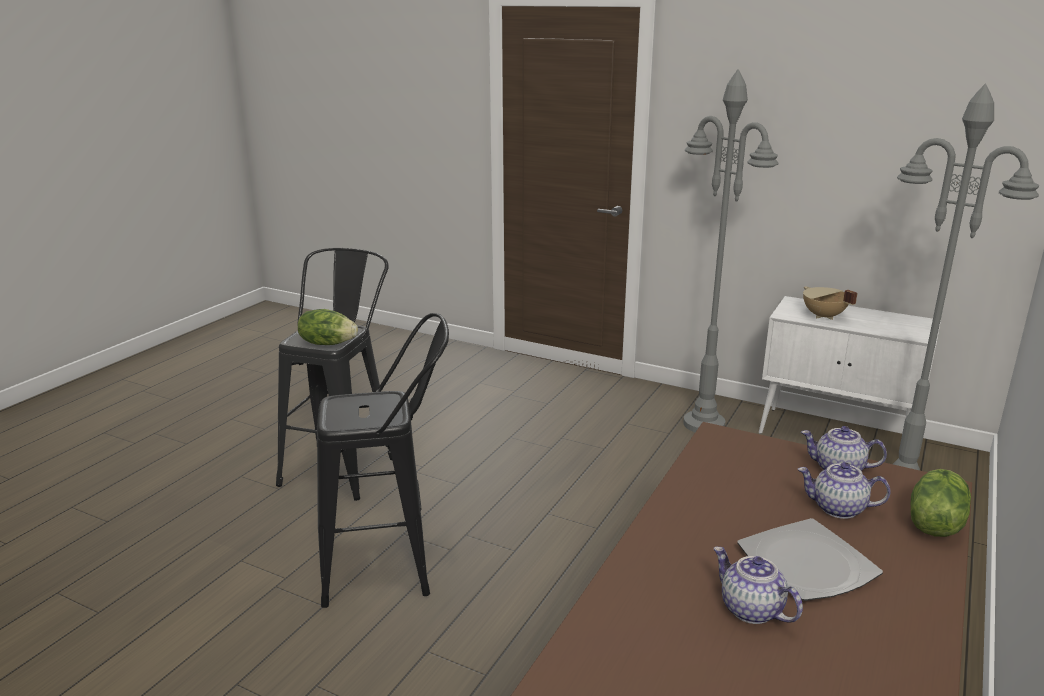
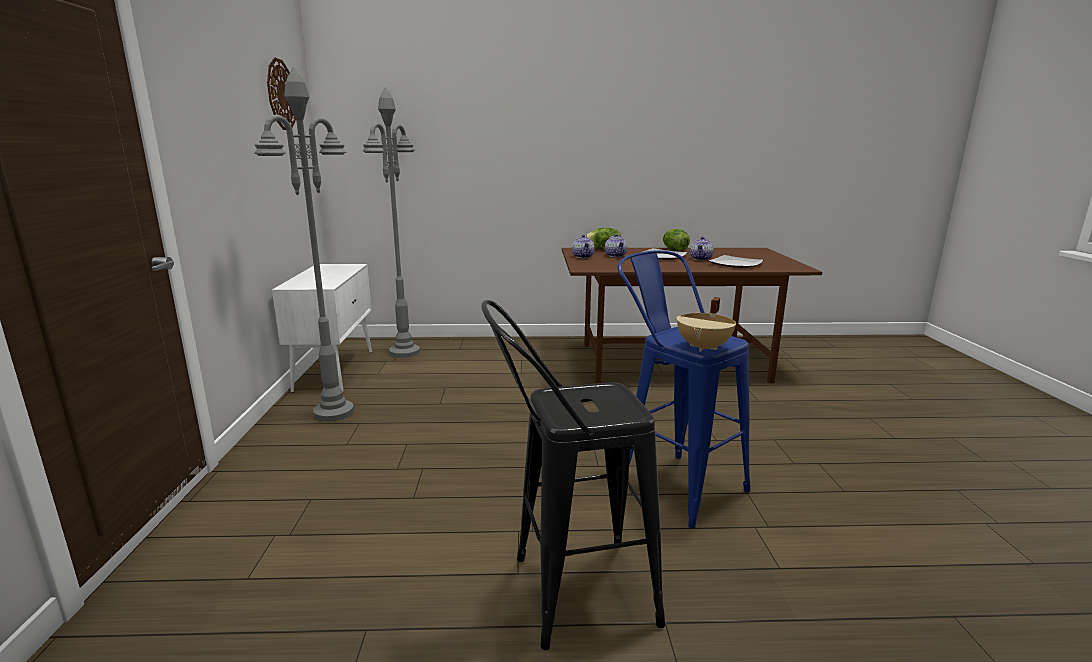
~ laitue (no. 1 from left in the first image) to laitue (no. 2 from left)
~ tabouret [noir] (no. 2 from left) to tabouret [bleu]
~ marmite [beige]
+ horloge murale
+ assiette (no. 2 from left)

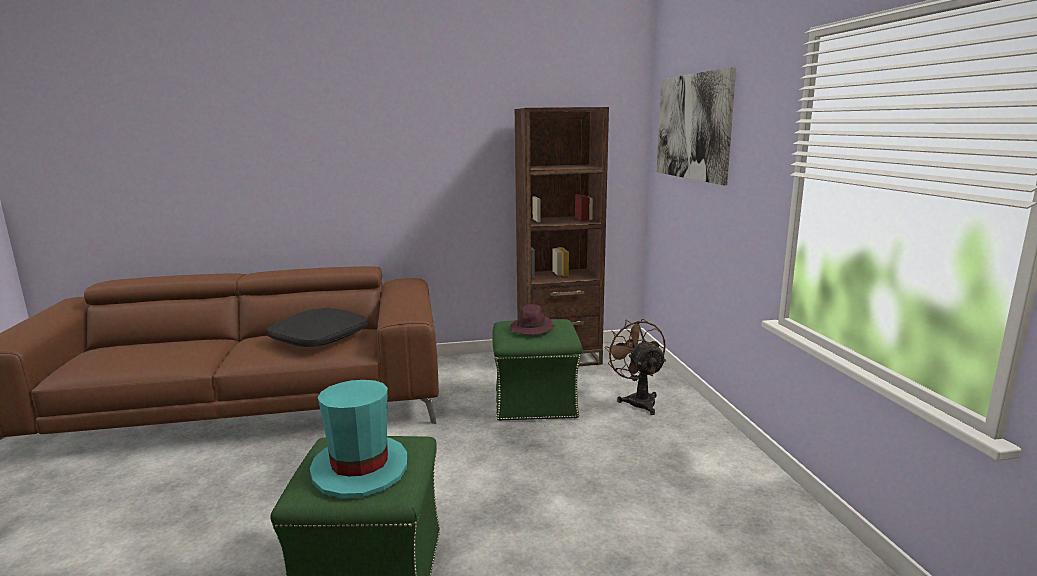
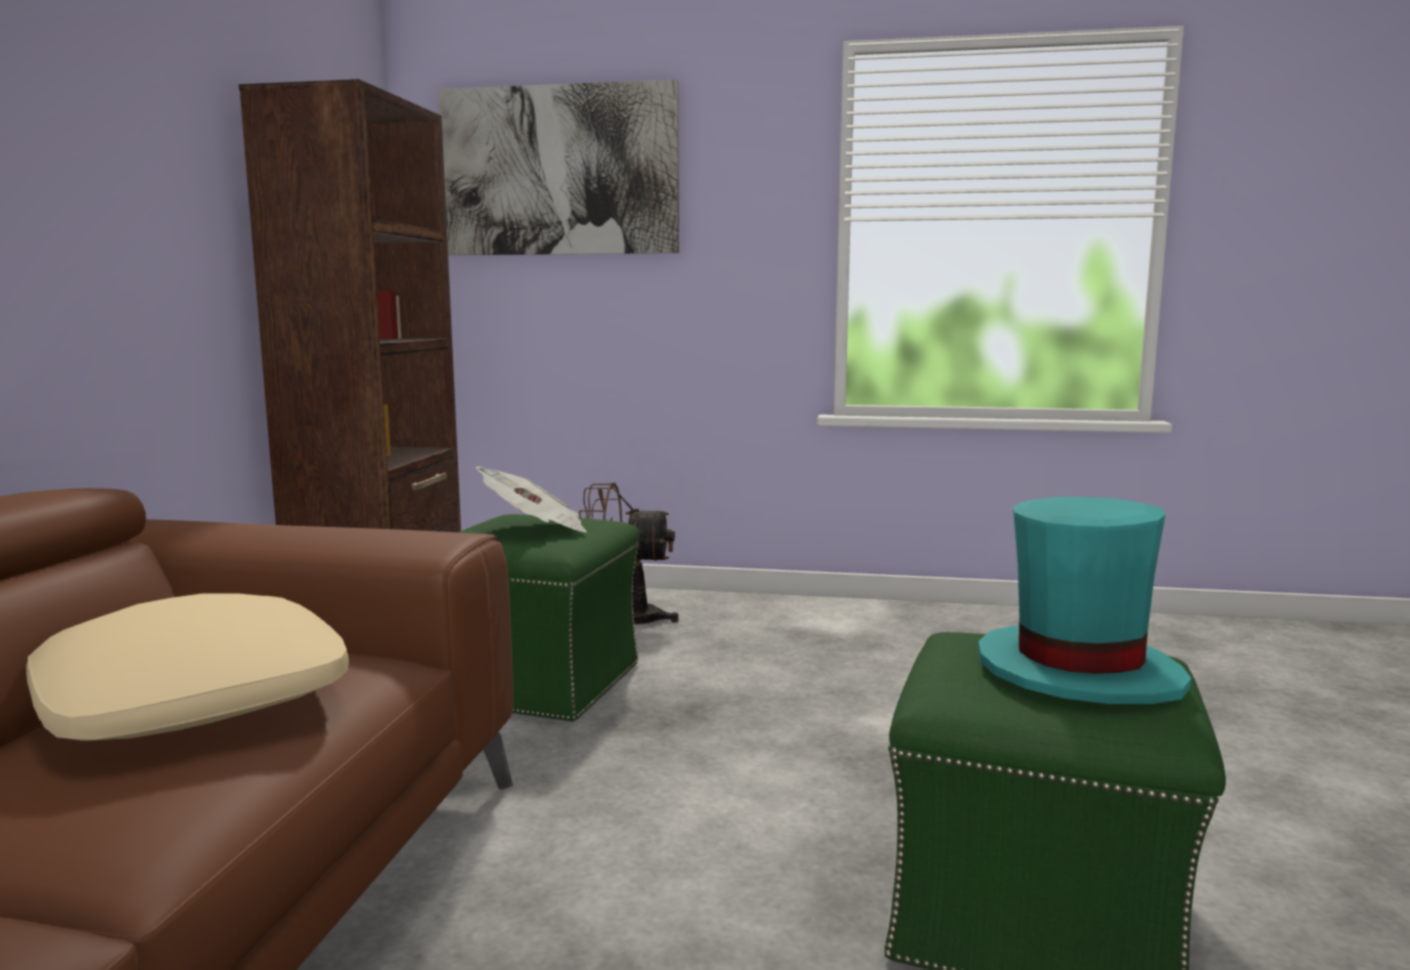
~ coussin [noir] to coussin [beige]
~ chapeau [violet] to journal

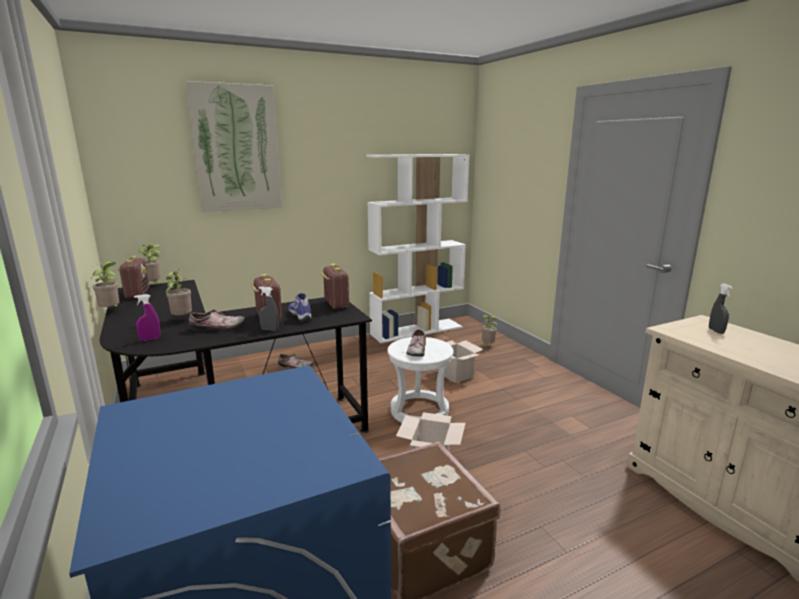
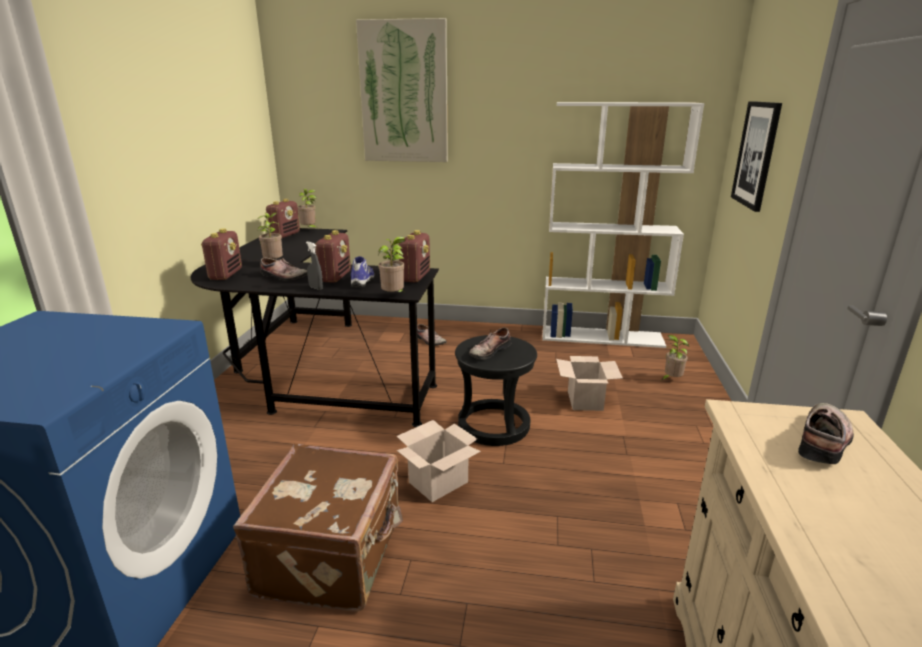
~ plante en pot (no. 1 from left in the first image) to plante en pot (no. 3 from left)
~ vaporisateur [violet] to radio (no. 1 from left)
~ tabouret [blanc] to tabouret [noir]
~ vaporisateur [gris] (no. 2 from left) to chaussure (no. 5 from left)
+ tableau (no. 2 from left)

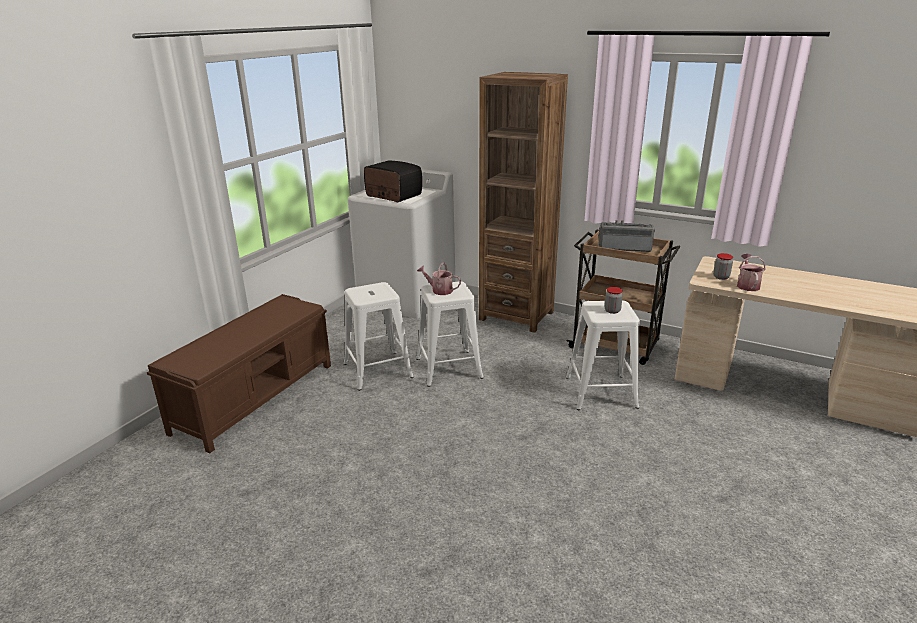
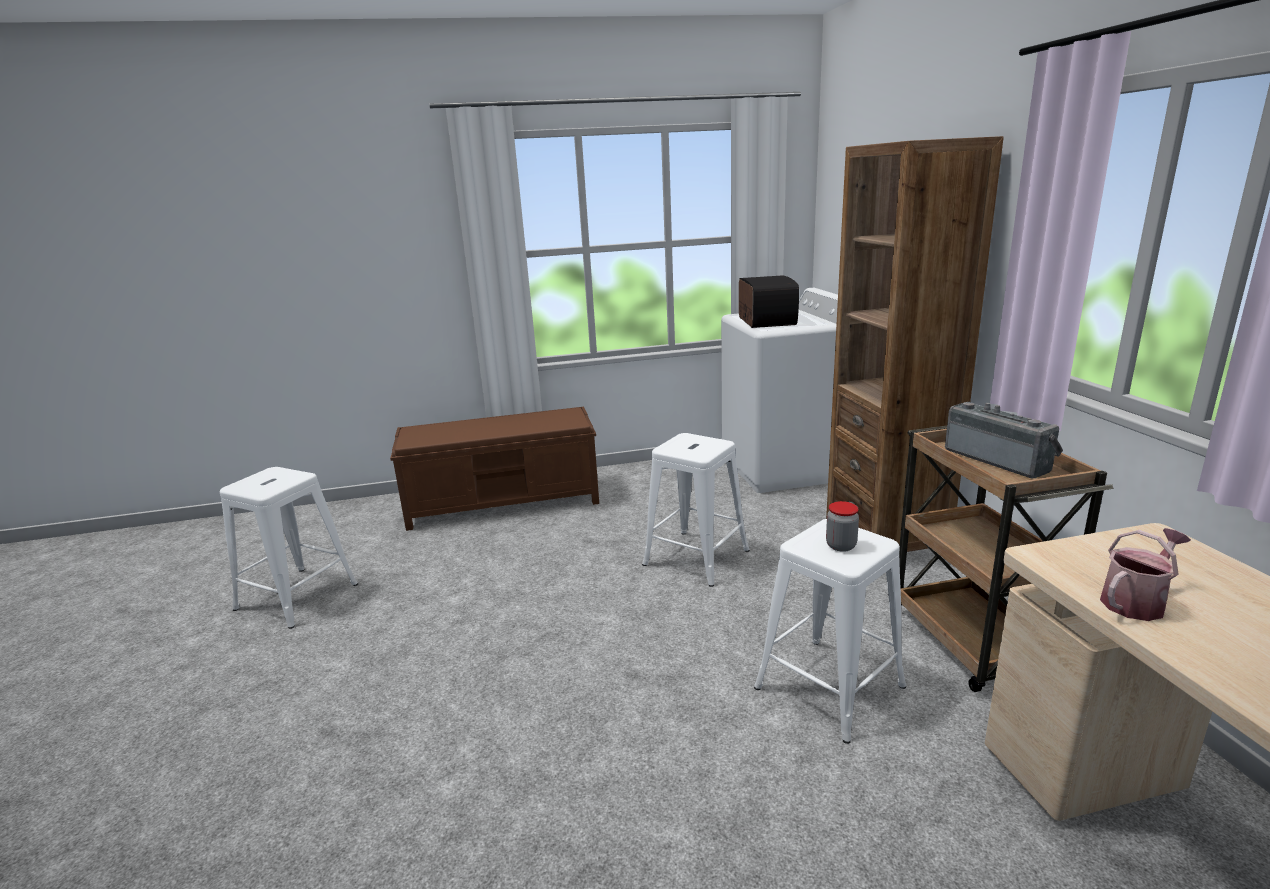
~ tabouret [blanc] (no. 1 from left)
- arrosoir (no. 1 from left)
- bocal (no. 2 from left)

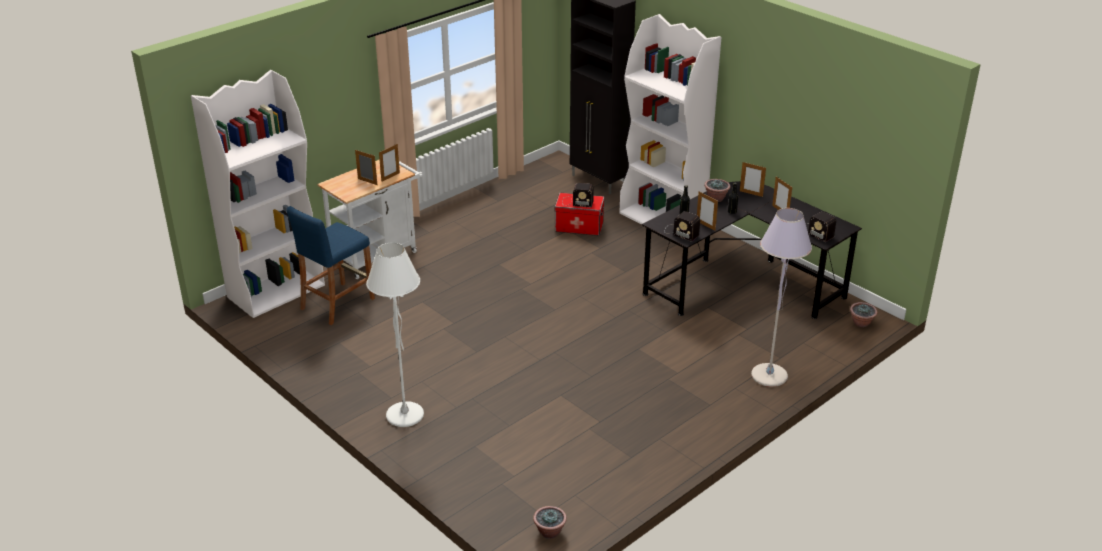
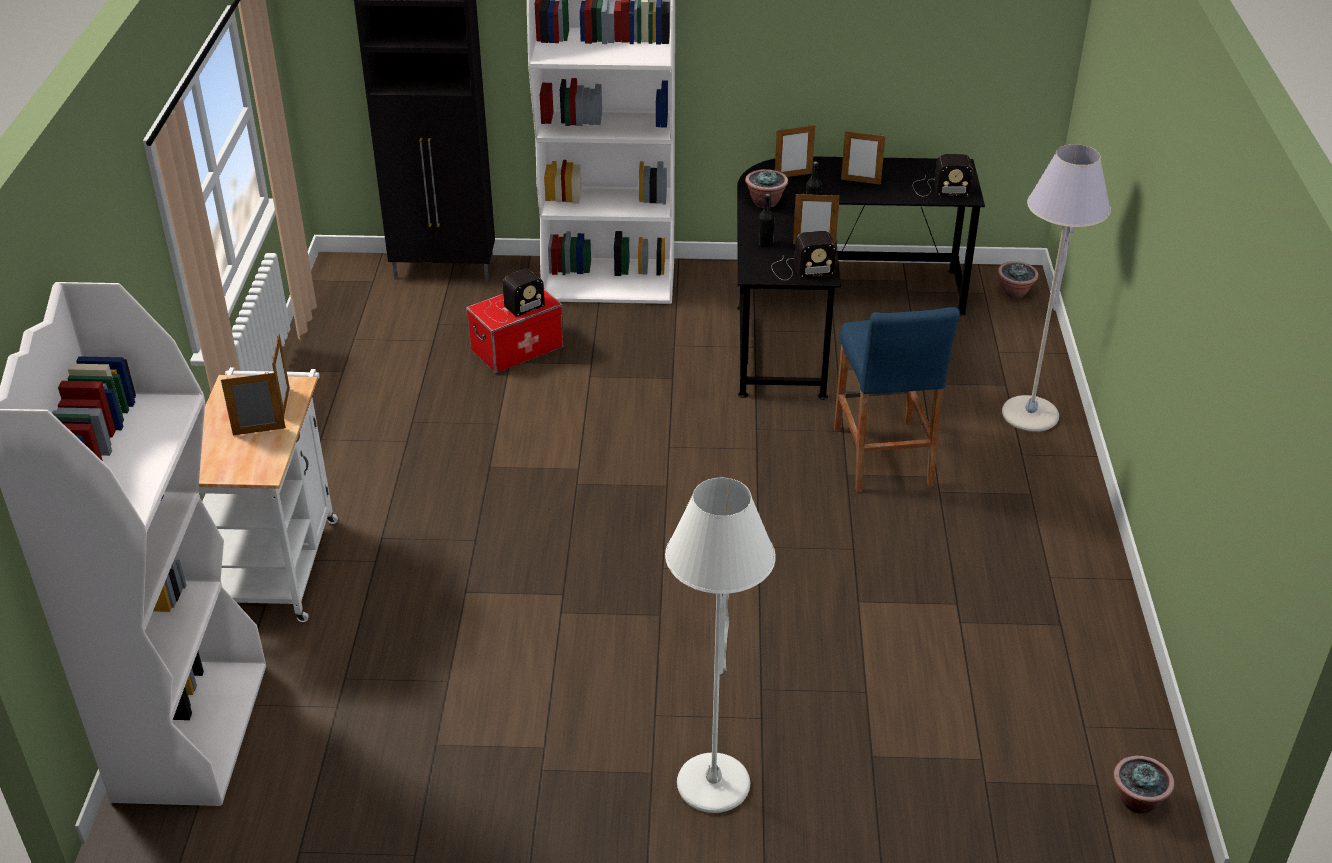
~ tabouret [bleu]

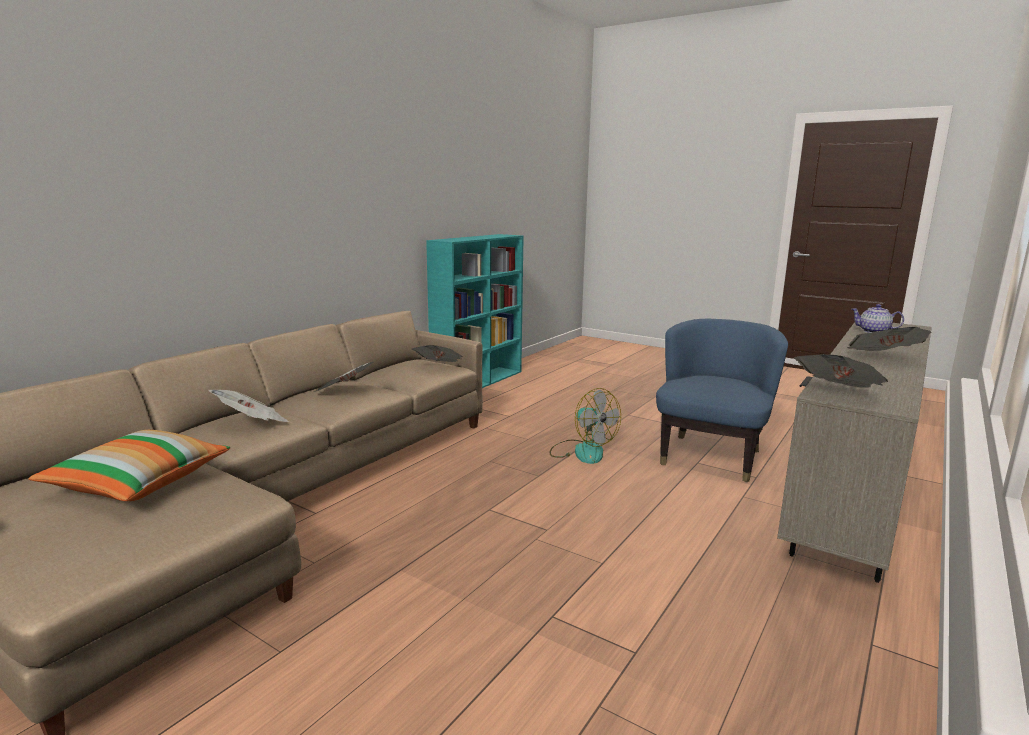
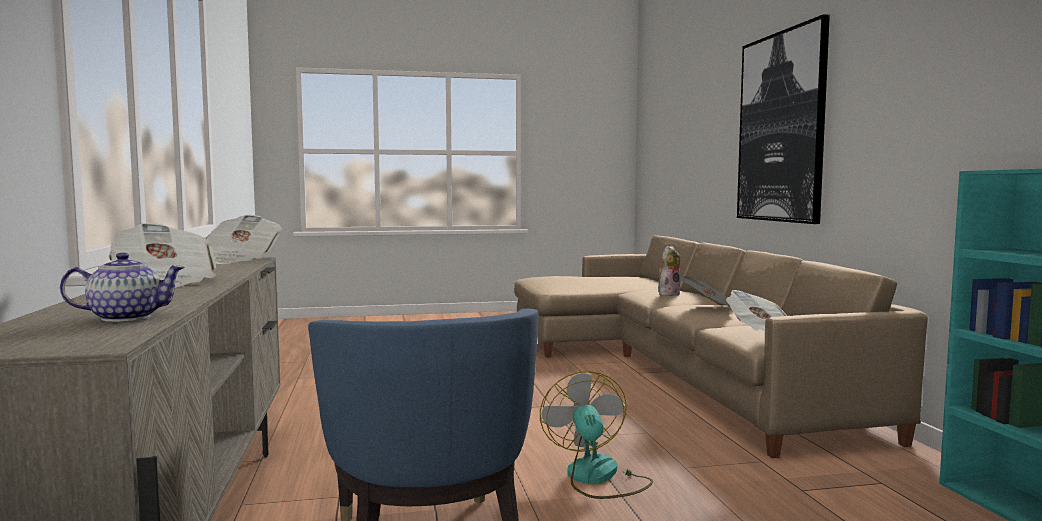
- coussin
~ journal (no. 1 from left) to peluche
~ ventilateur 75 degrees clockwise
+ tableau

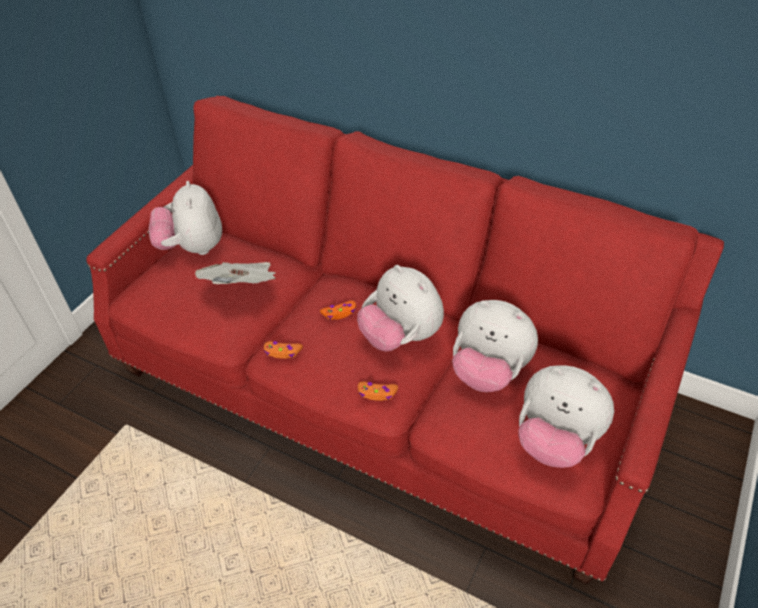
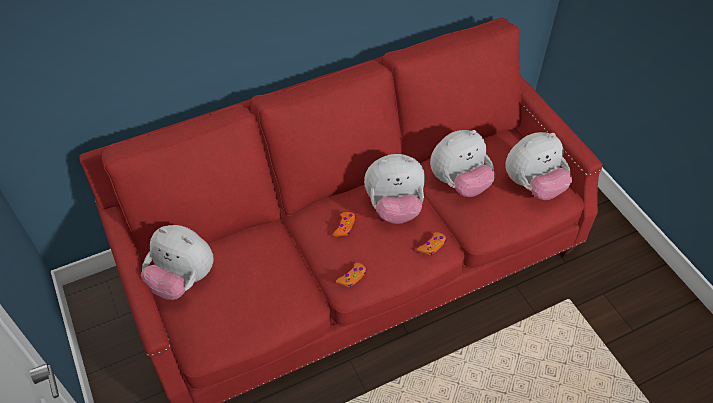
- journal

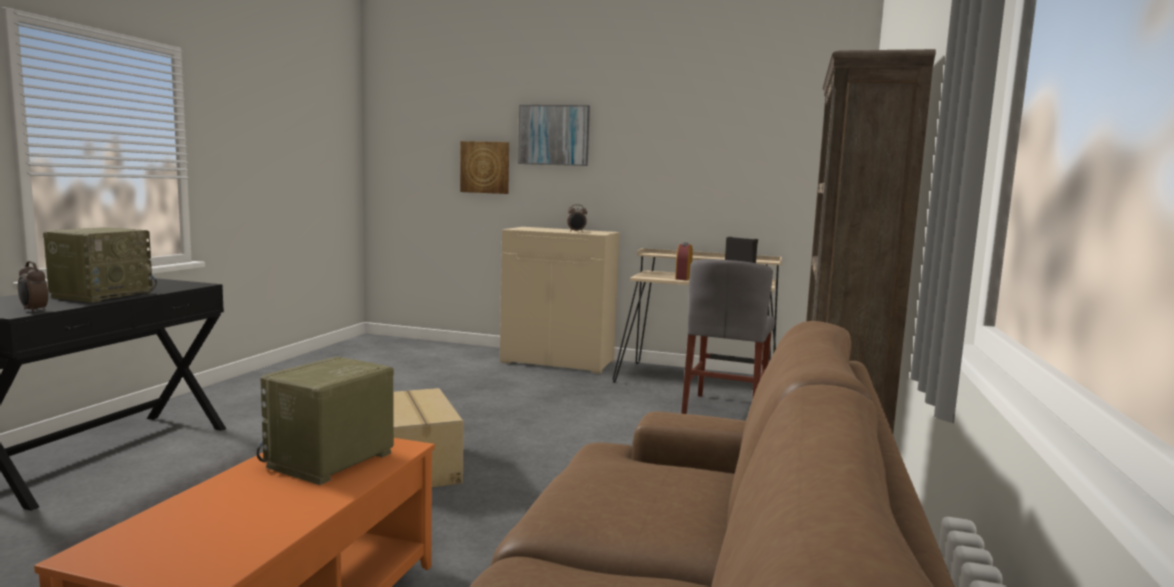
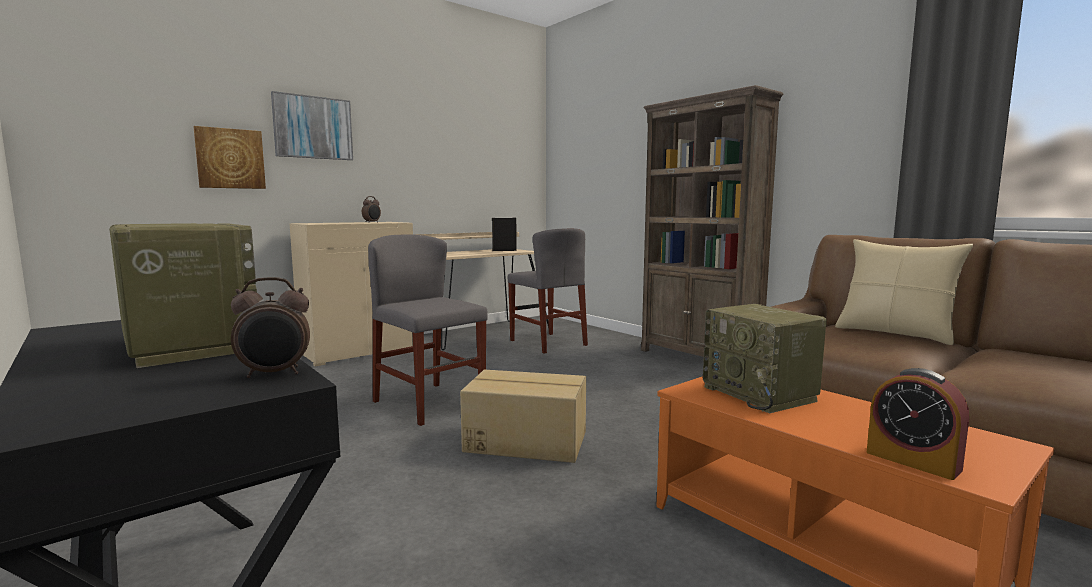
~ réveil (no. 3 from left)
+ chaise [gris] (no. 1 from left)
+ coussin [beige]

